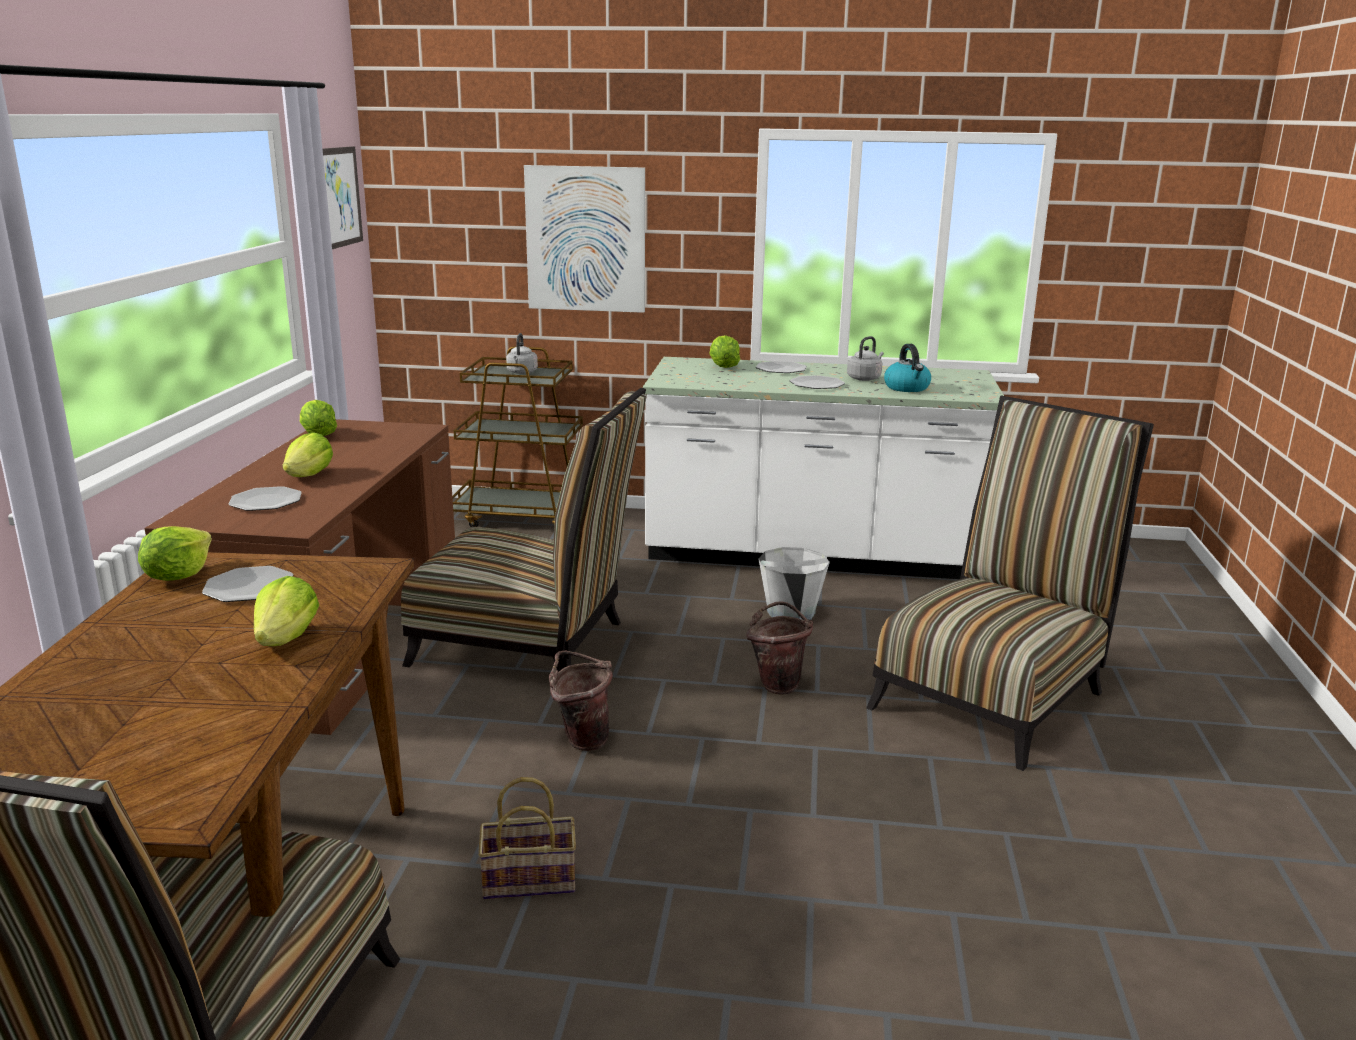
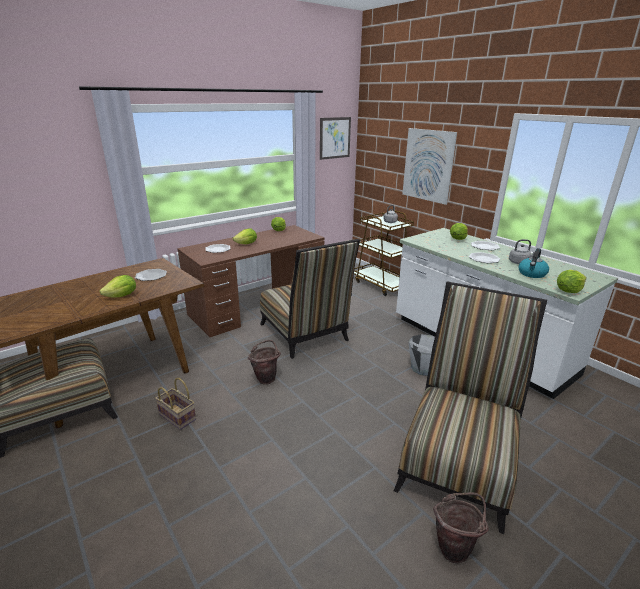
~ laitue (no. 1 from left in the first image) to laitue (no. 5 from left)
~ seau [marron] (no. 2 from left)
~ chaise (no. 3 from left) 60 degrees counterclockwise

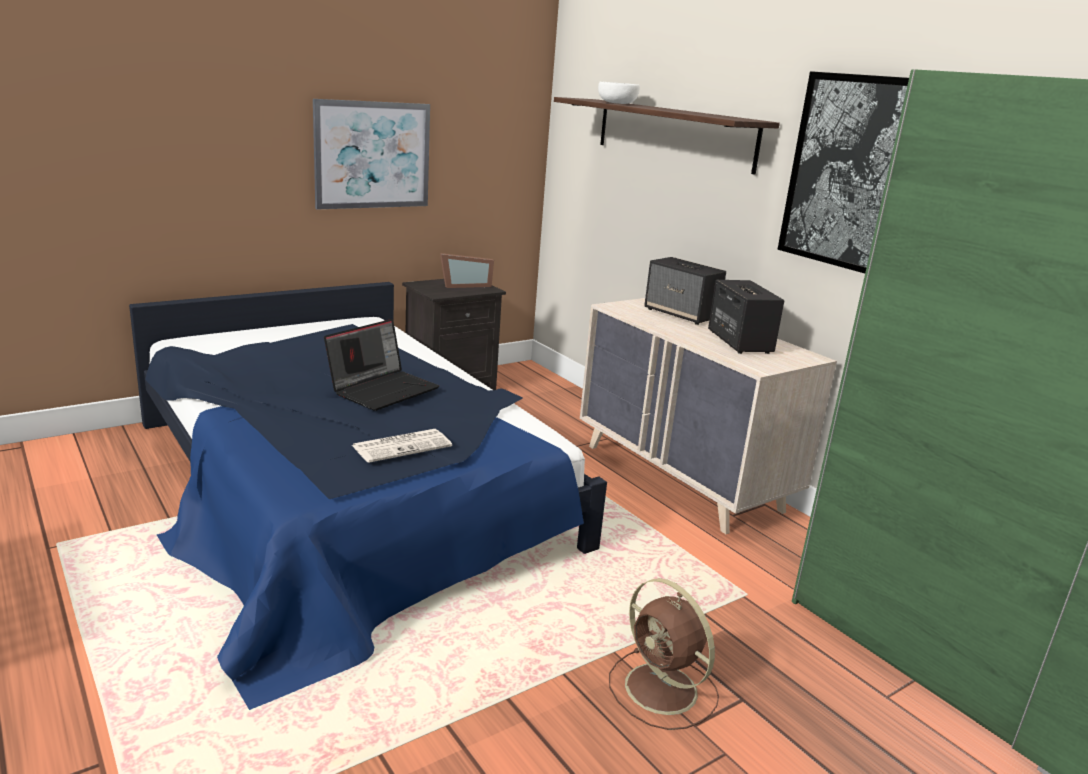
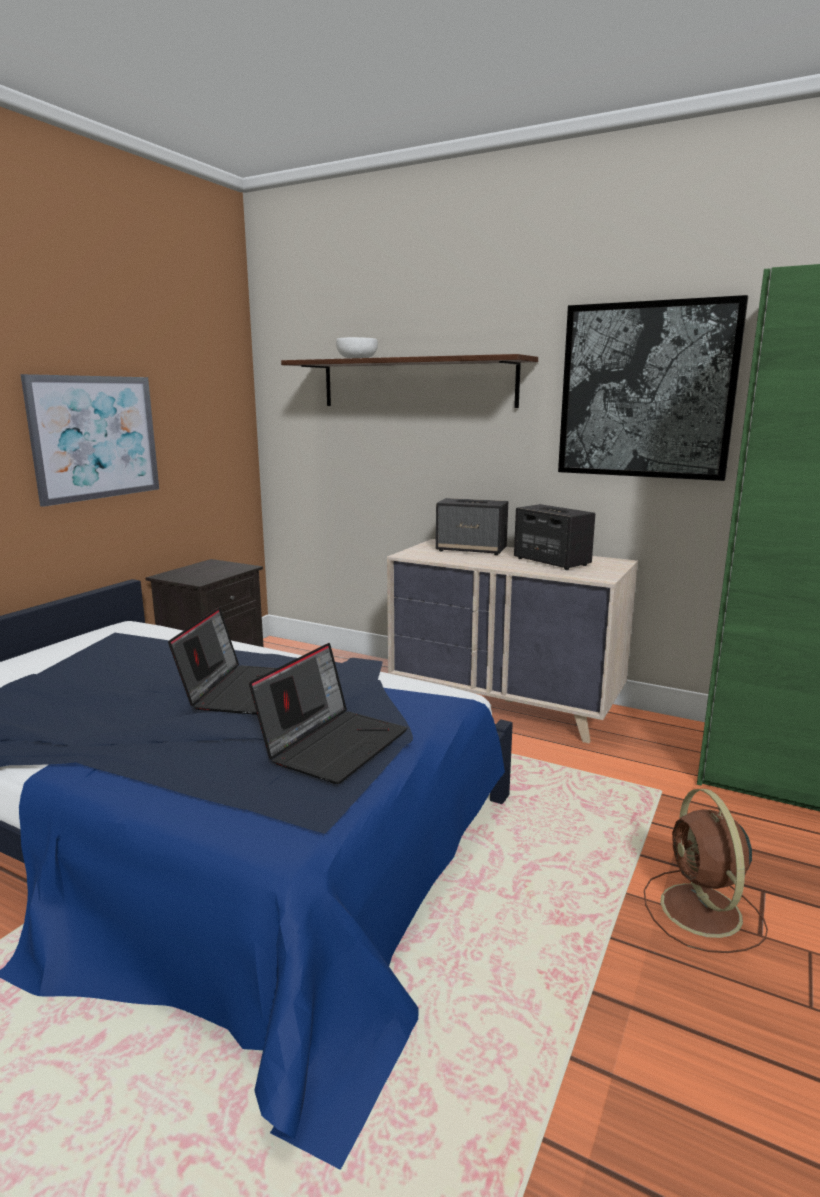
~ journal to ordinateur portable (no. 2 from left)
- cadre photo
~ ventilateur [marron] 60 degrees clockwise

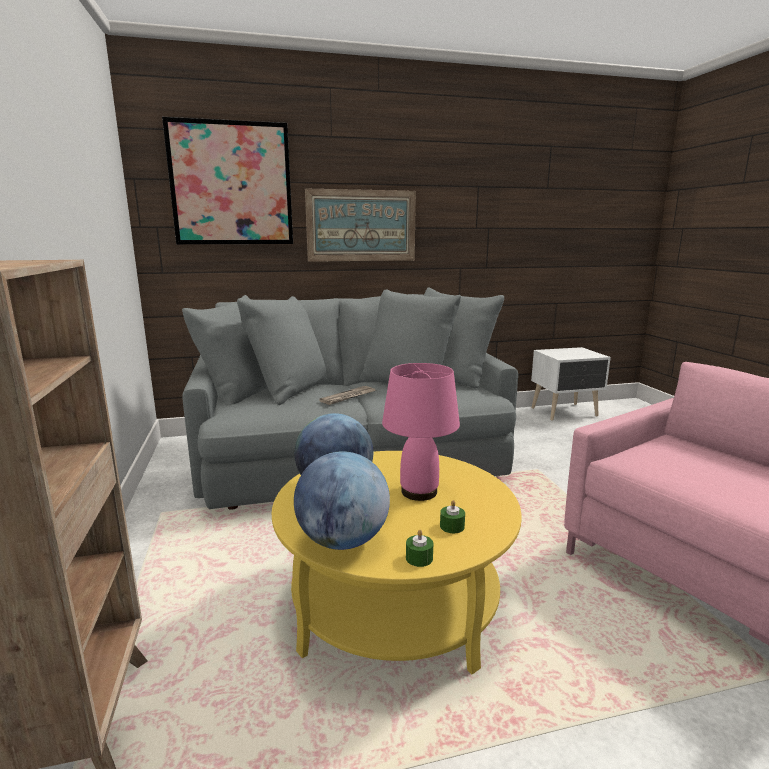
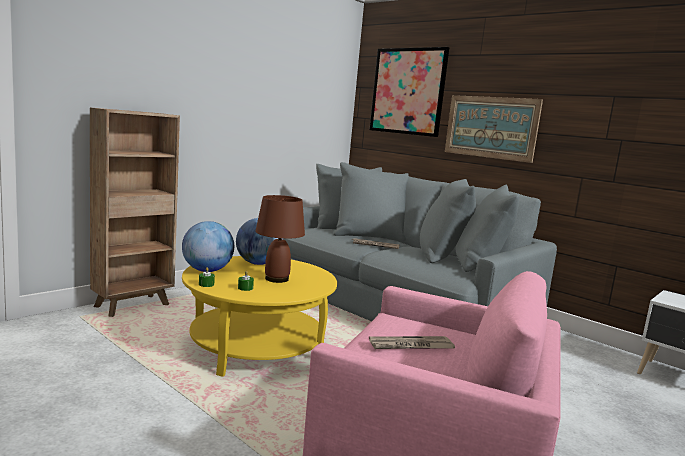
~ lampe de table [rose] to lampe de table [marron]
+ journal (no. 2 from left)

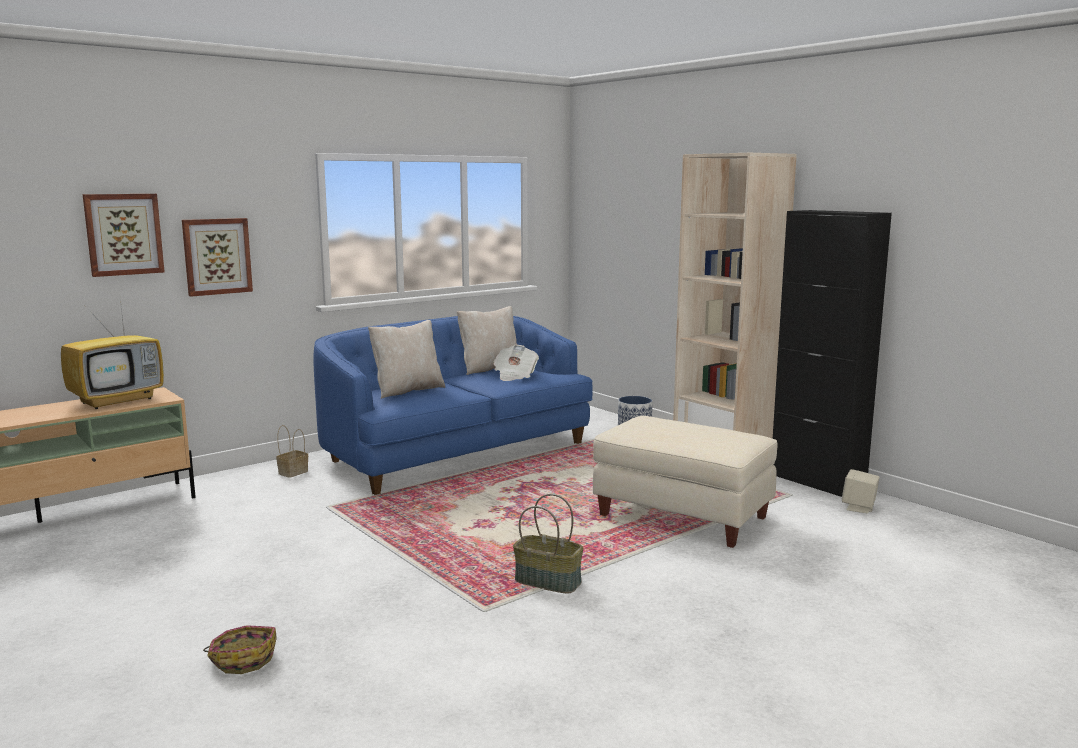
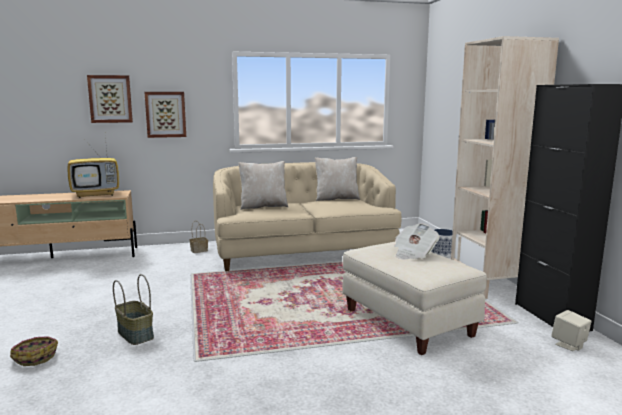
~ canapé [bleu] to canapé [beige]
~ journal
~ panier (no. 3 from left in the first image) to panier (no. 2 from left)

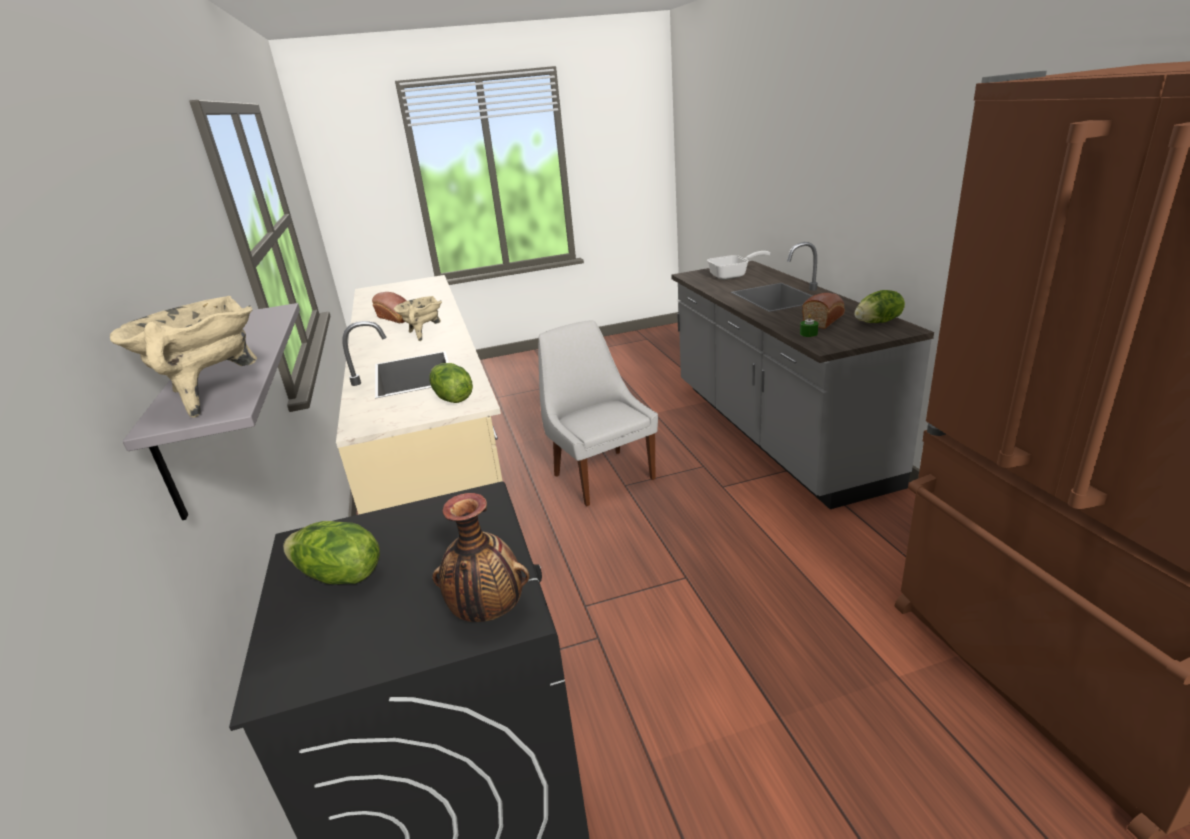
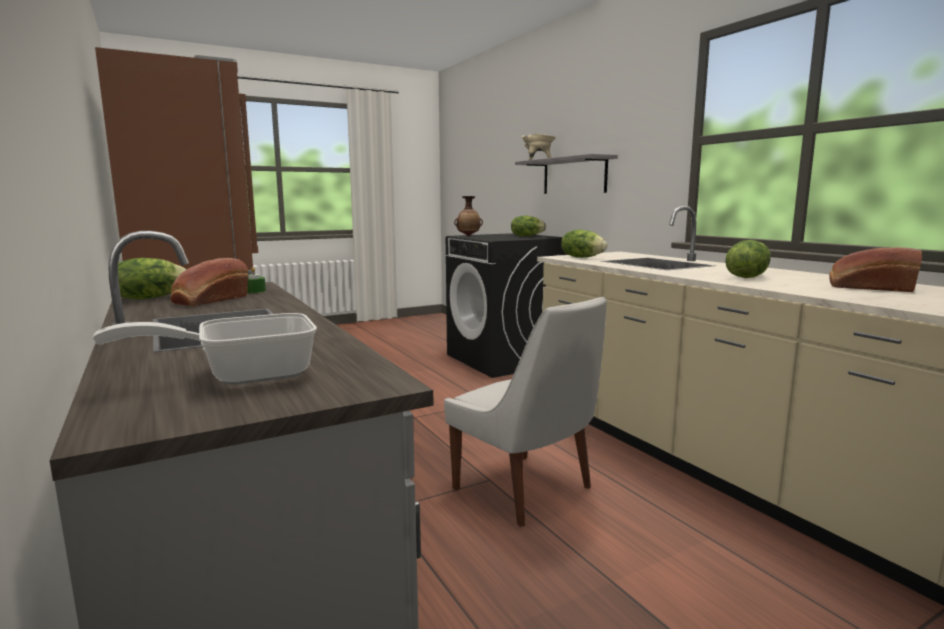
~ marmite [beige] (no. 2 from left) to laitue (no. 4 from left)

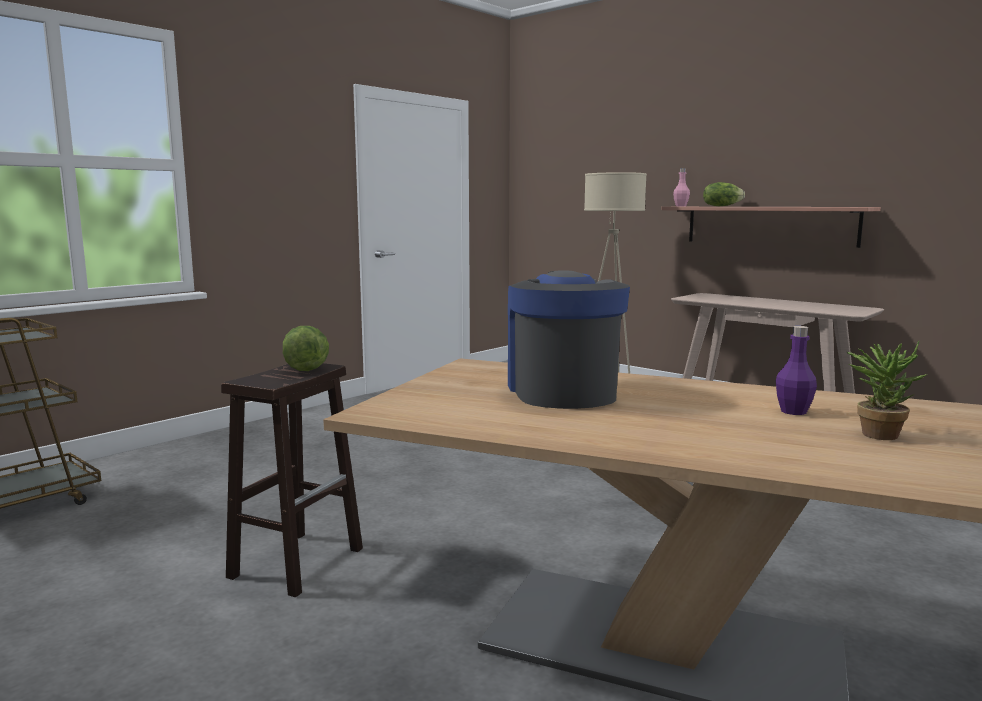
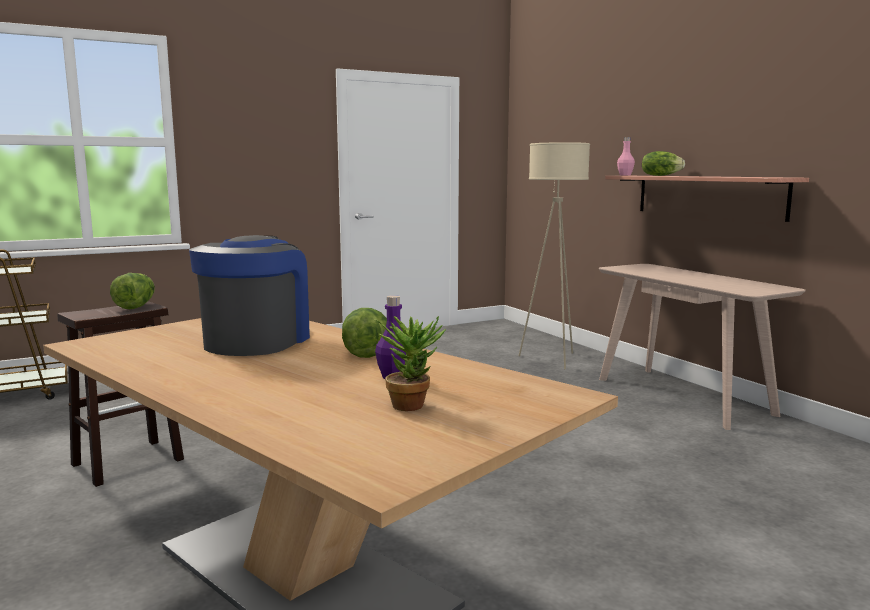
+ laitue (no. 2 from left)

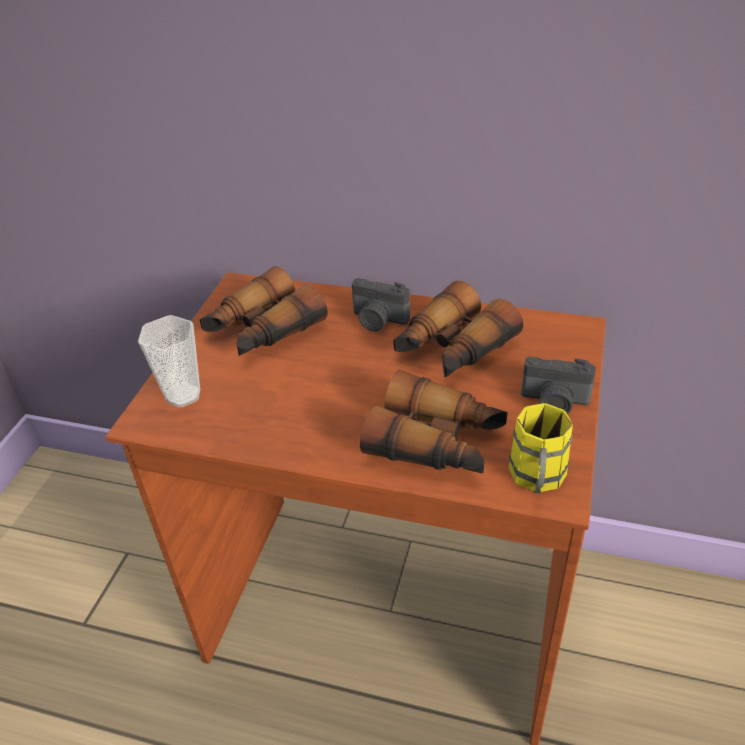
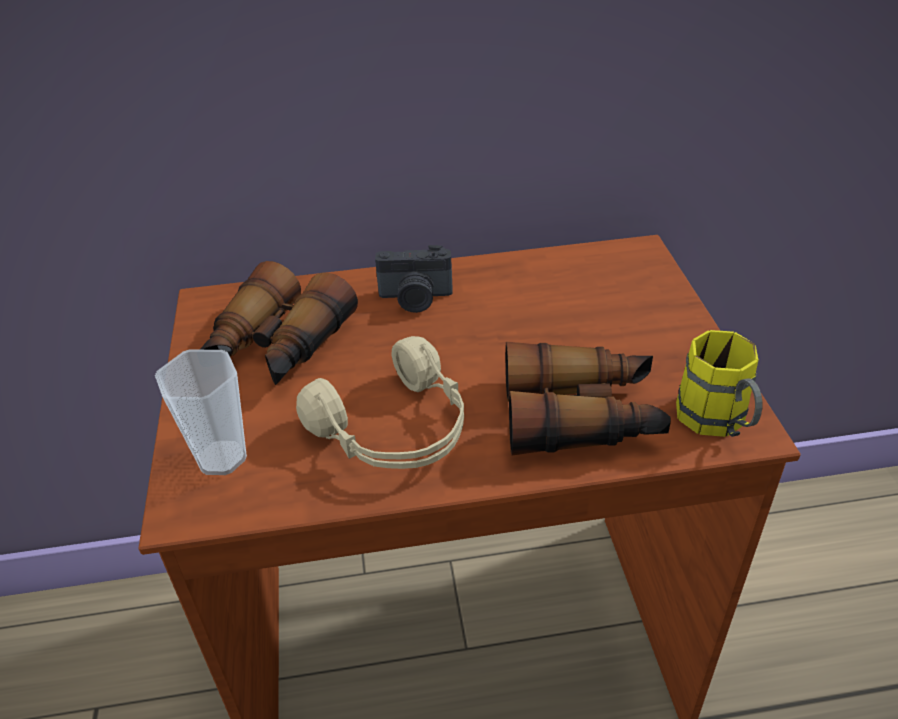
- jumelles (no. 3 from left)
- appareil photo (no. 2 from left)
+ casque audio [beige]

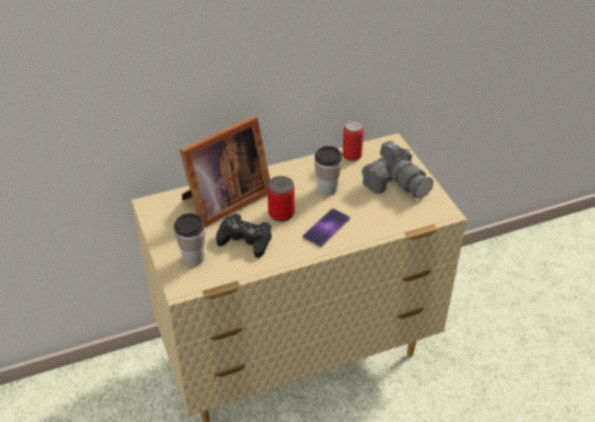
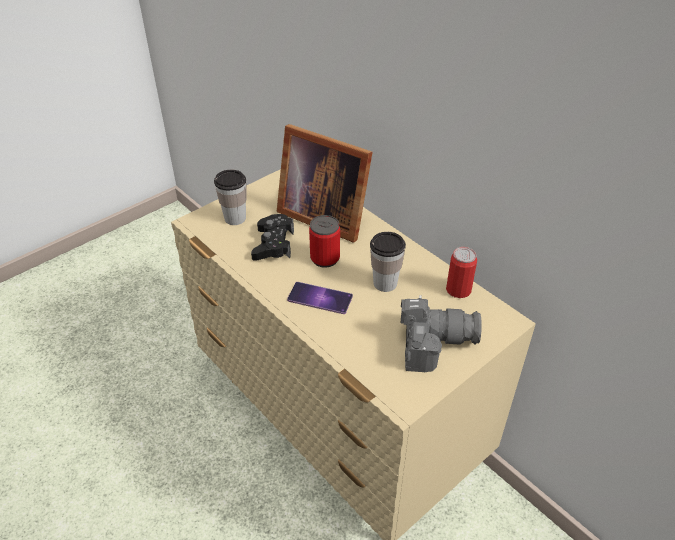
~ appareil photo 120 degrees counterclockwise

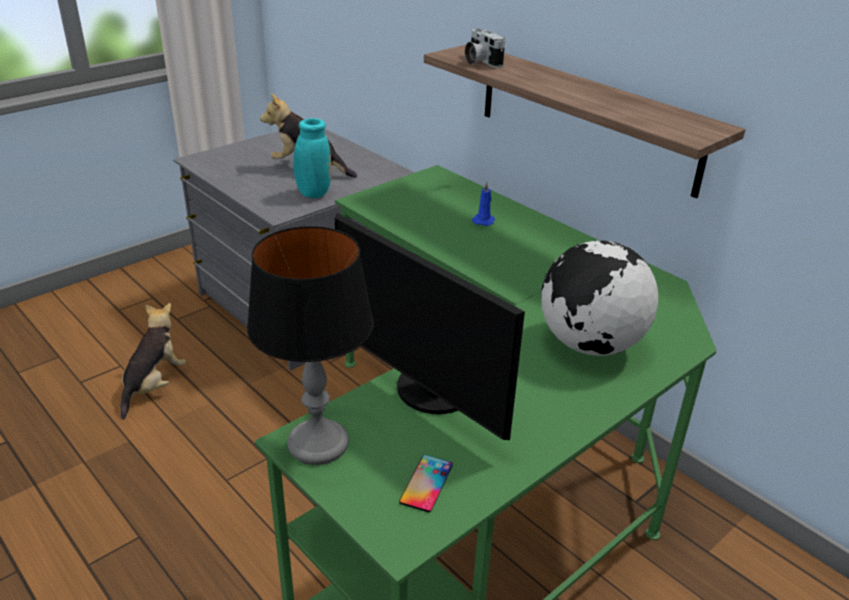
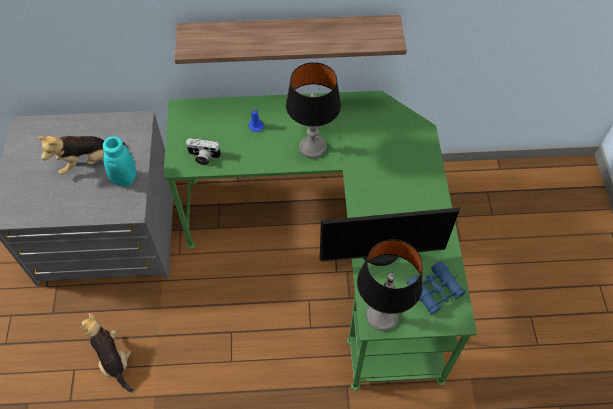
~ téléphone to jumelles [bleu]
~ appareil photo
- globe
+ lampe de table (no. 1 from left)

